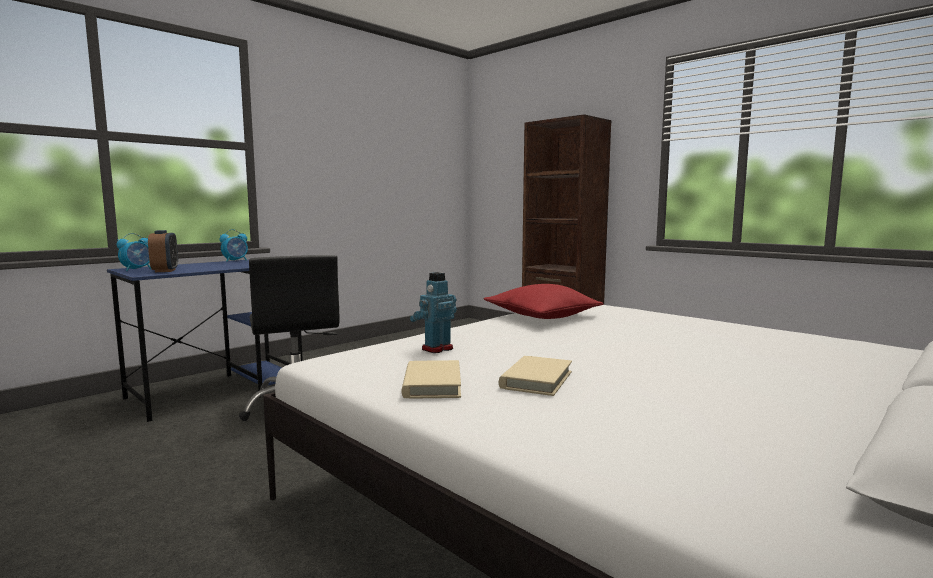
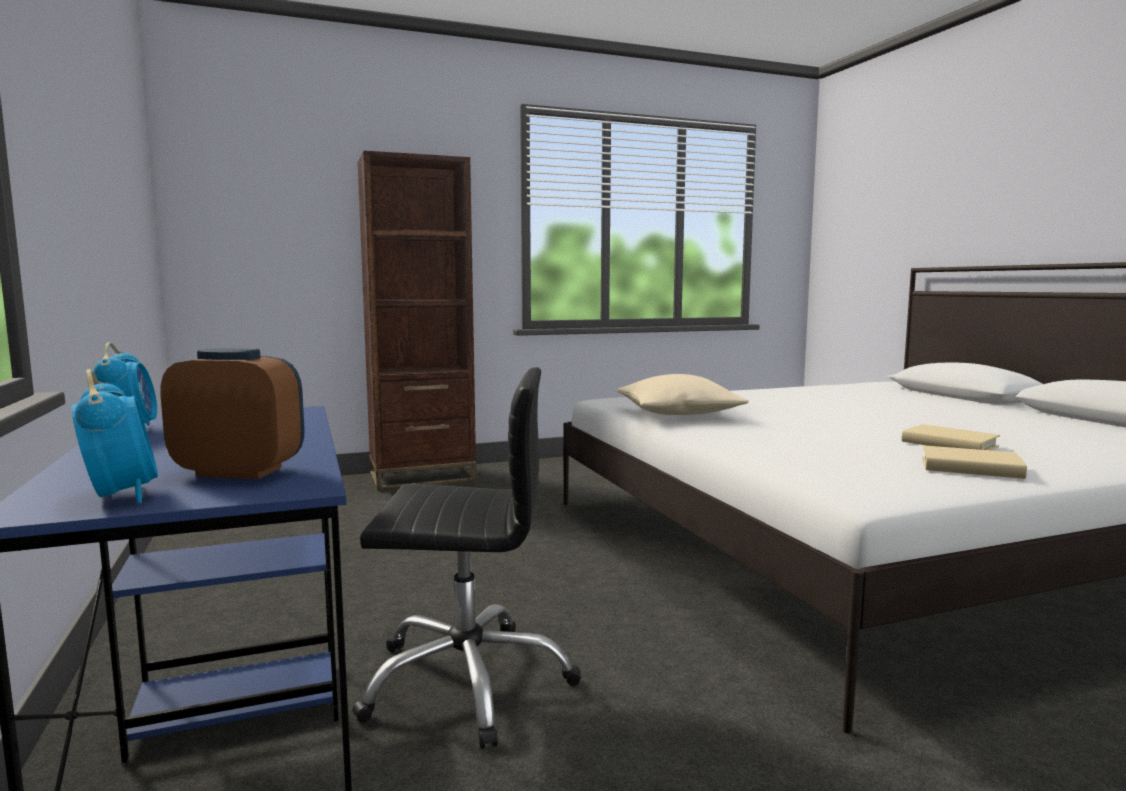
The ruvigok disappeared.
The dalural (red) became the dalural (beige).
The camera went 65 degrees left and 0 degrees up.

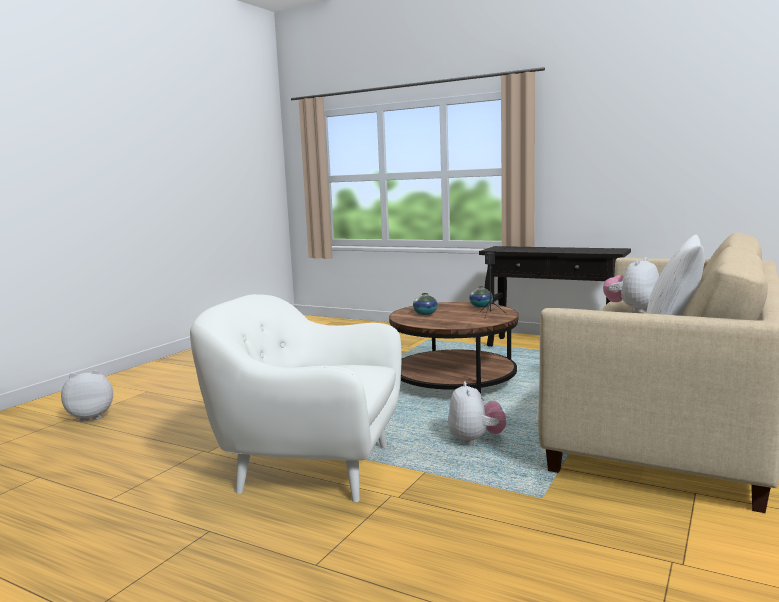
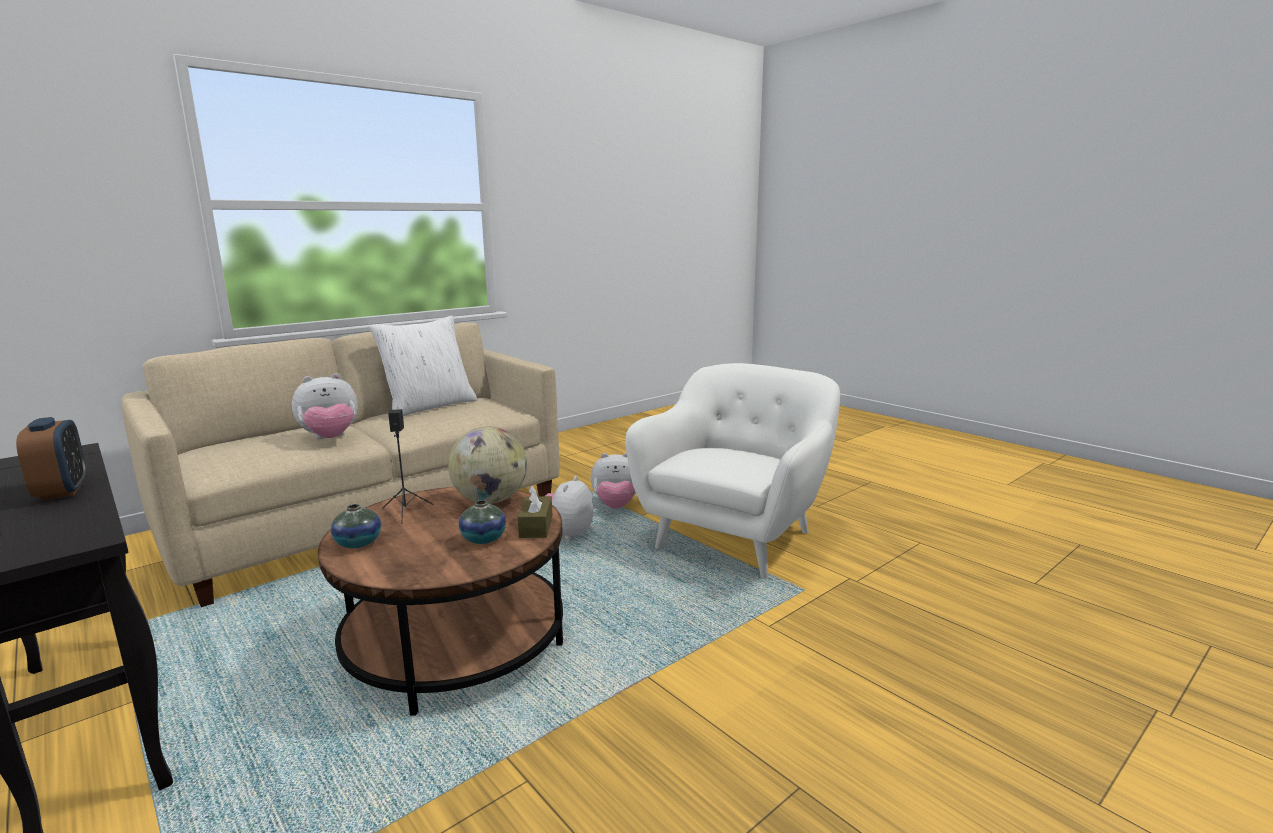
The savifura (no. 1 from left in the first image) moved.
The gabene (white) turned 90 degrees counterclockwise.
The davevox appeared.
The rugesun appeared.
The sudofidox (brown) appeared.
The camera went 160 degrees left and 5 degrees up.

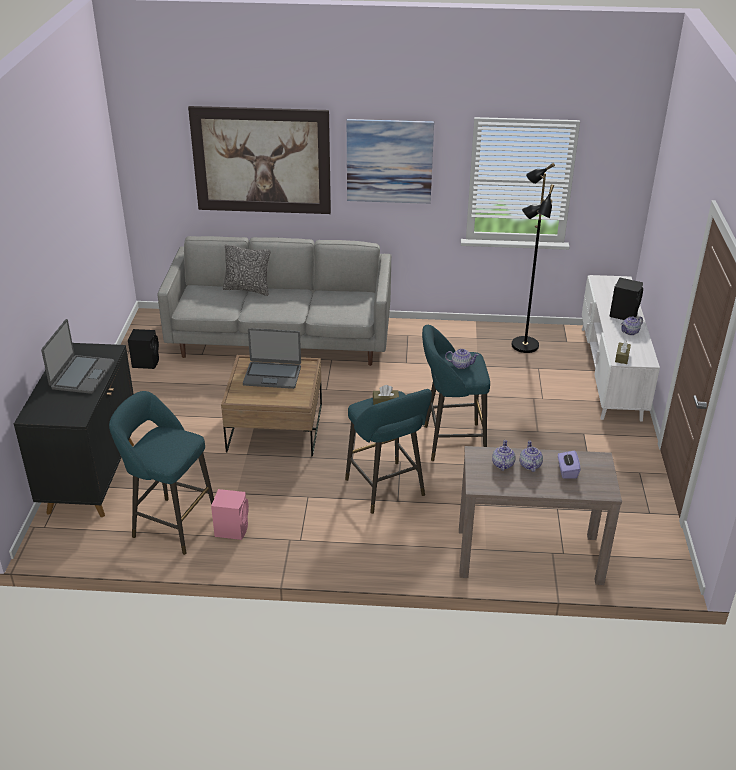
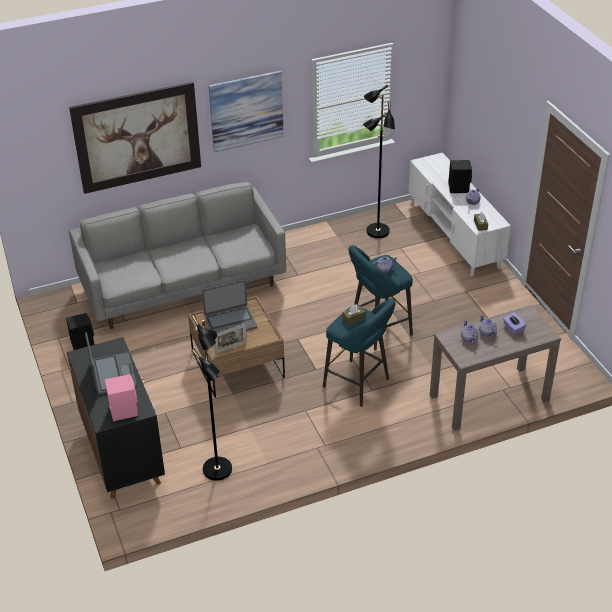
The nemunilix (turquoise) (no. 1 from left) was replaced by the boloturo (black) (no. 1 from left).
The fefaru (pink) moved.
The dalural disappeared.
The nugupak appeared.
The camera went 25 degrees left and 5 degrees up.

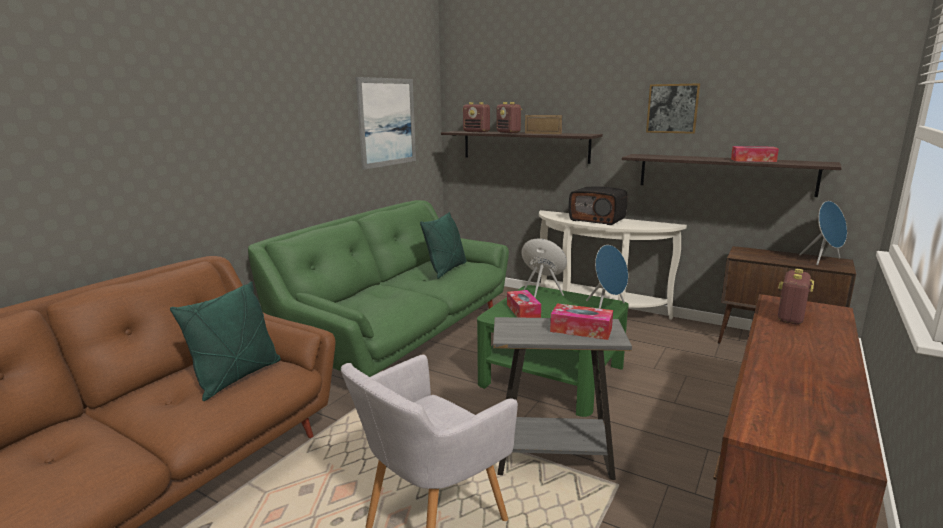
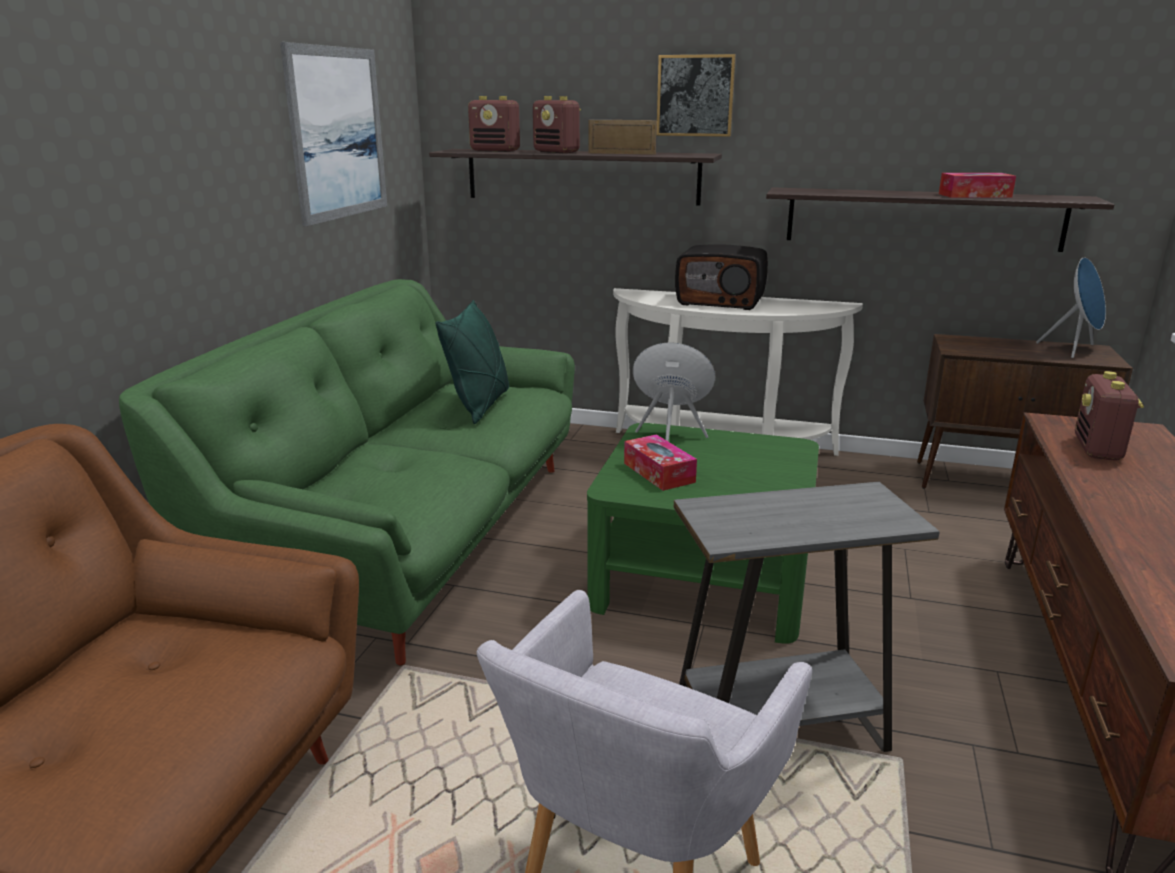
The dalural (green) (no. 1 from left) disappeared.
The sudofidox (no. 2 from left) disappeared.
The fefaru (blue) (no. 2 from left) disappeared.
The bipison (no. 2 from left) moved.
The camera went 15 degrees left and 5 degrees up.

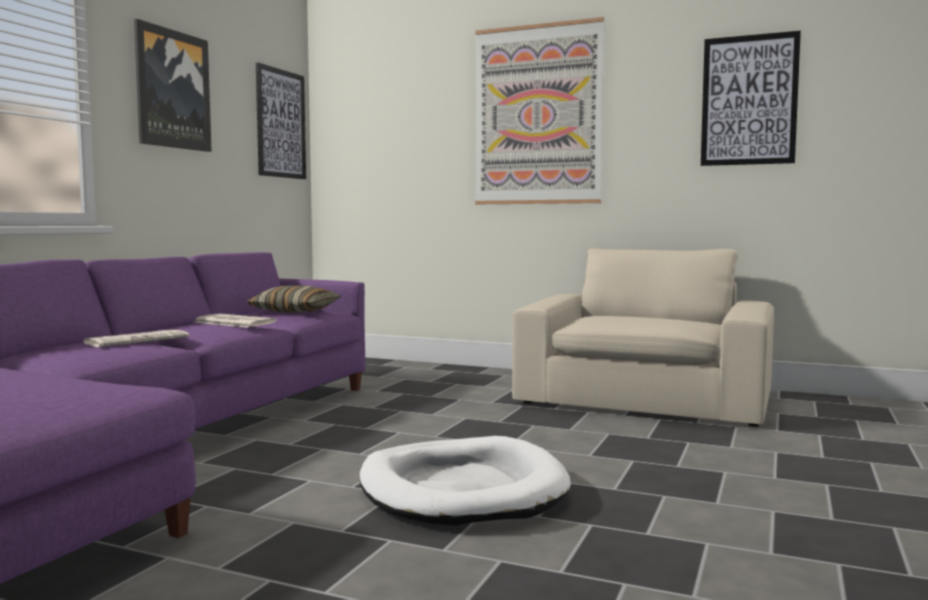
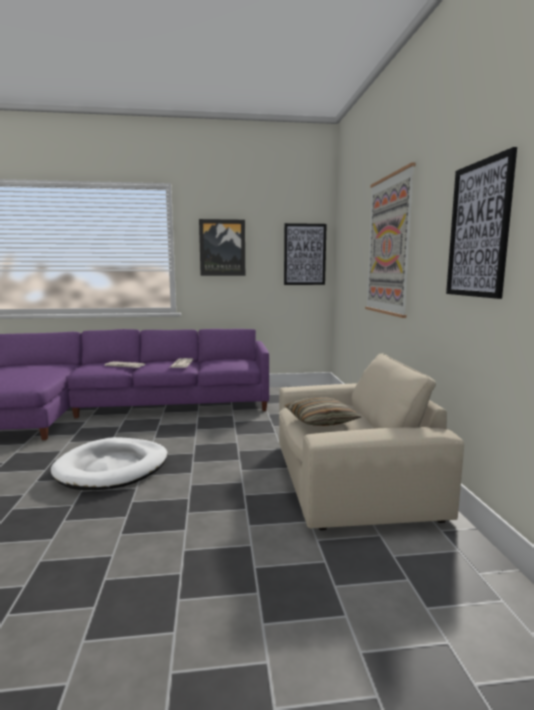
The dalural moved.
The camera went 60 degrees right and 5 degrees up.

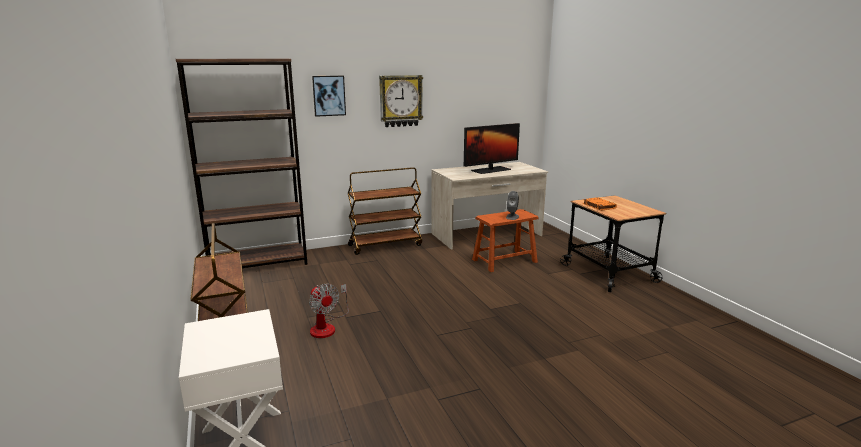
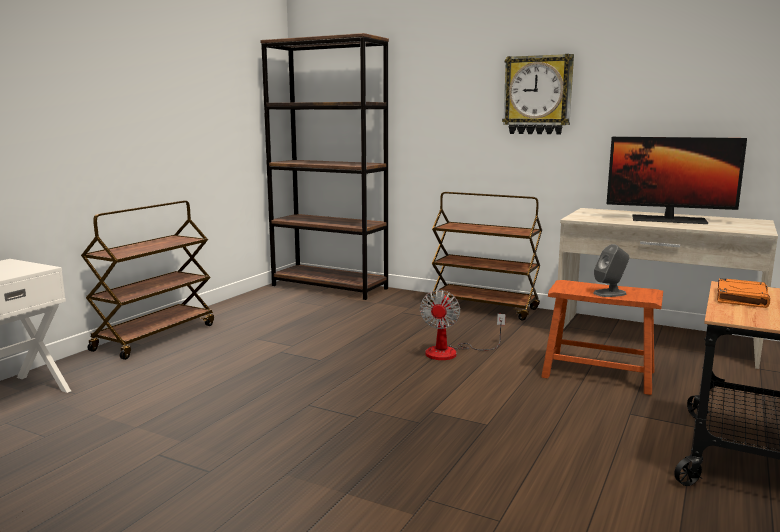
The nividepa moved.
The bipison disappeared.
The camera went 50 degrees right and 5 degrees down.

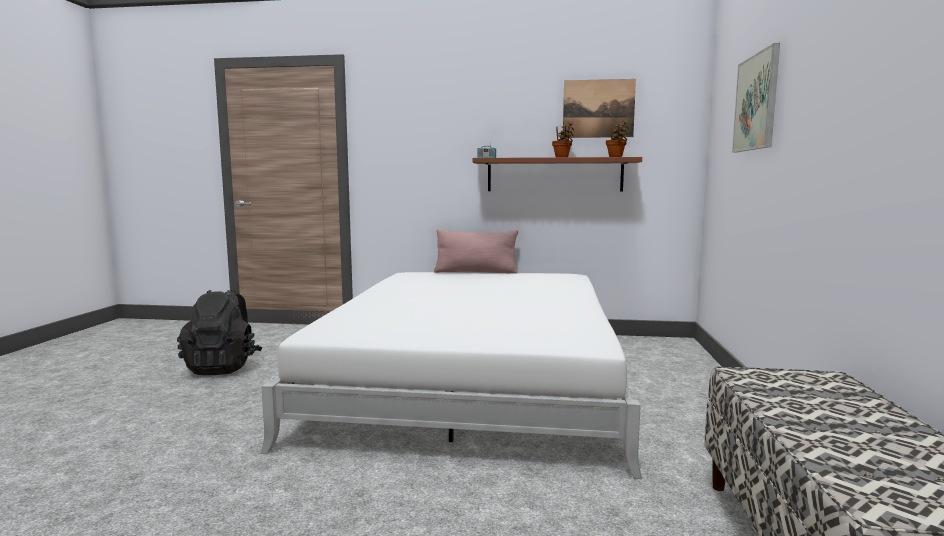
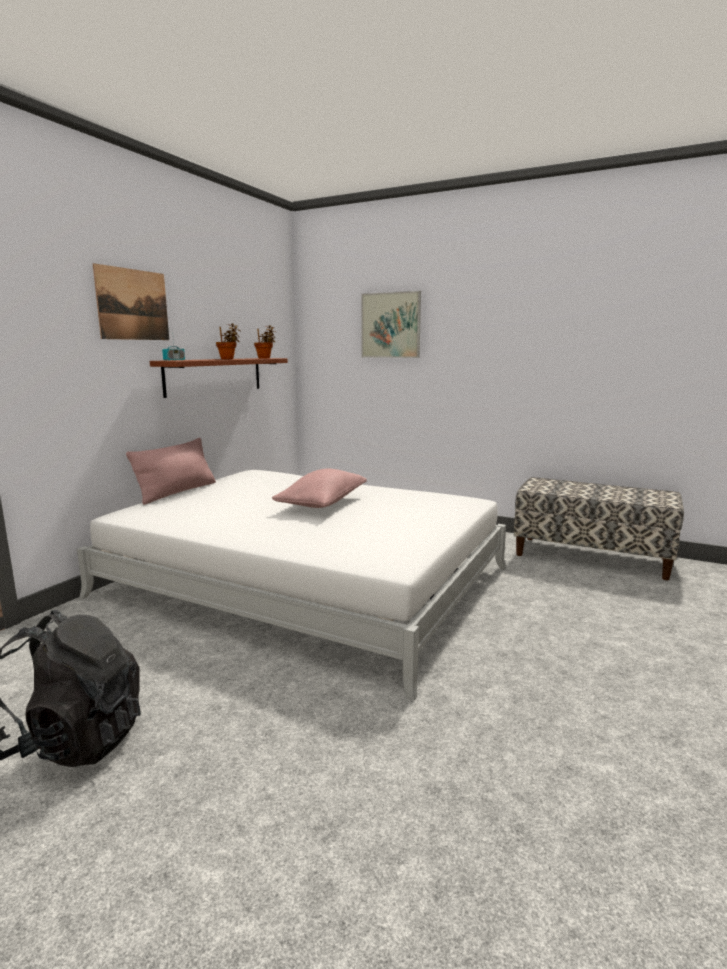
The bipison (no. 1 from left) moved.
The dalural (pink) (no. 2 from left) appeared.
The camera went 70 degrees left and 5 degrees up.

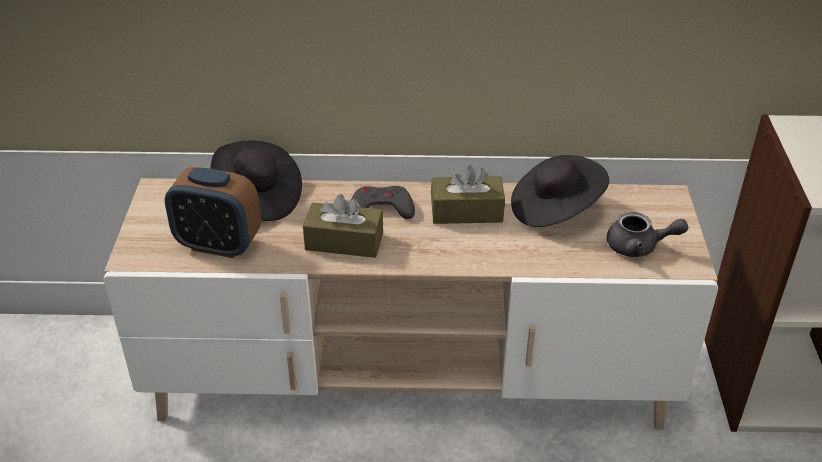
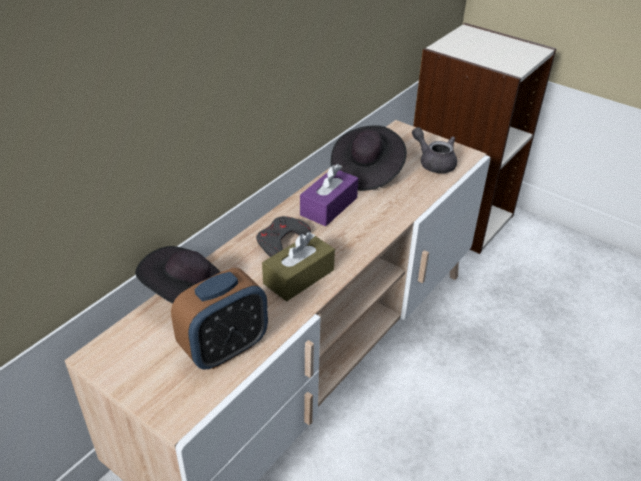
The sudofidox (brown) (no. 2 from left) became the sudofidox (purple).
The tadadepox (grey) turned 90 degrees counterclockwise.
The camera went 55 degrees left and 0 degrees up.

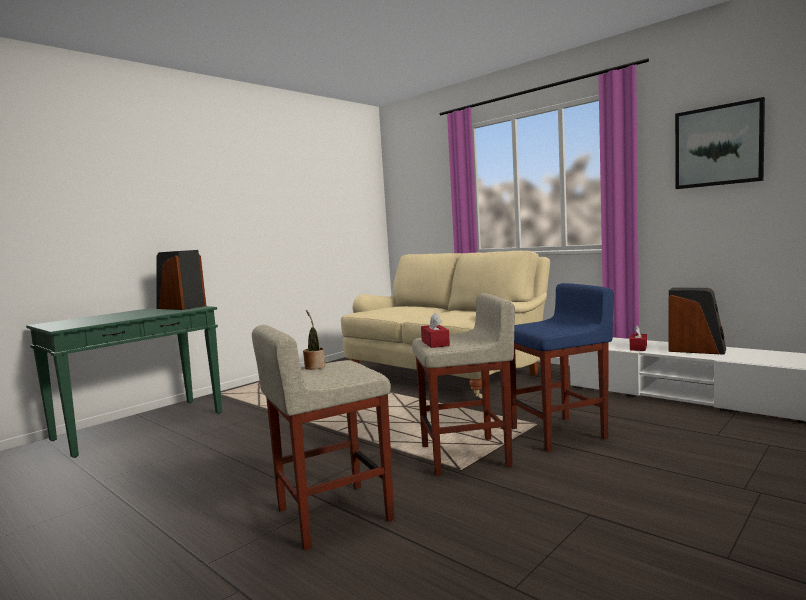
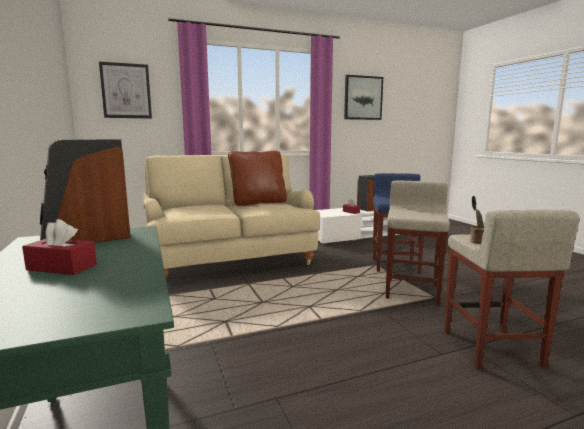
The sudofidox (red) (no. 1 from left) moved.
The bipison (no. 1 from left) appeared.
The dalural (brown) appeared.
The camera went 65 degrees left and 5 degrees up.

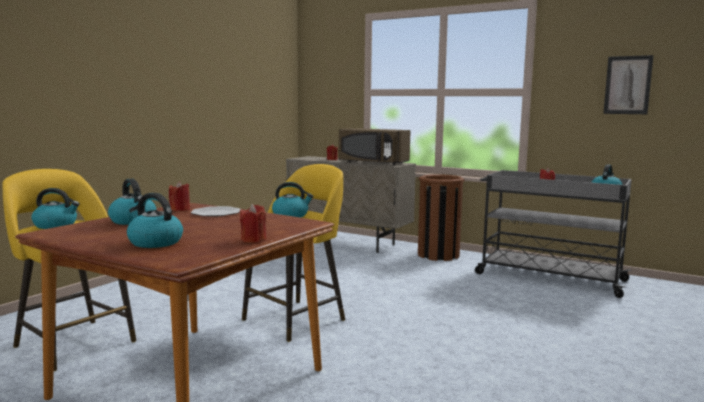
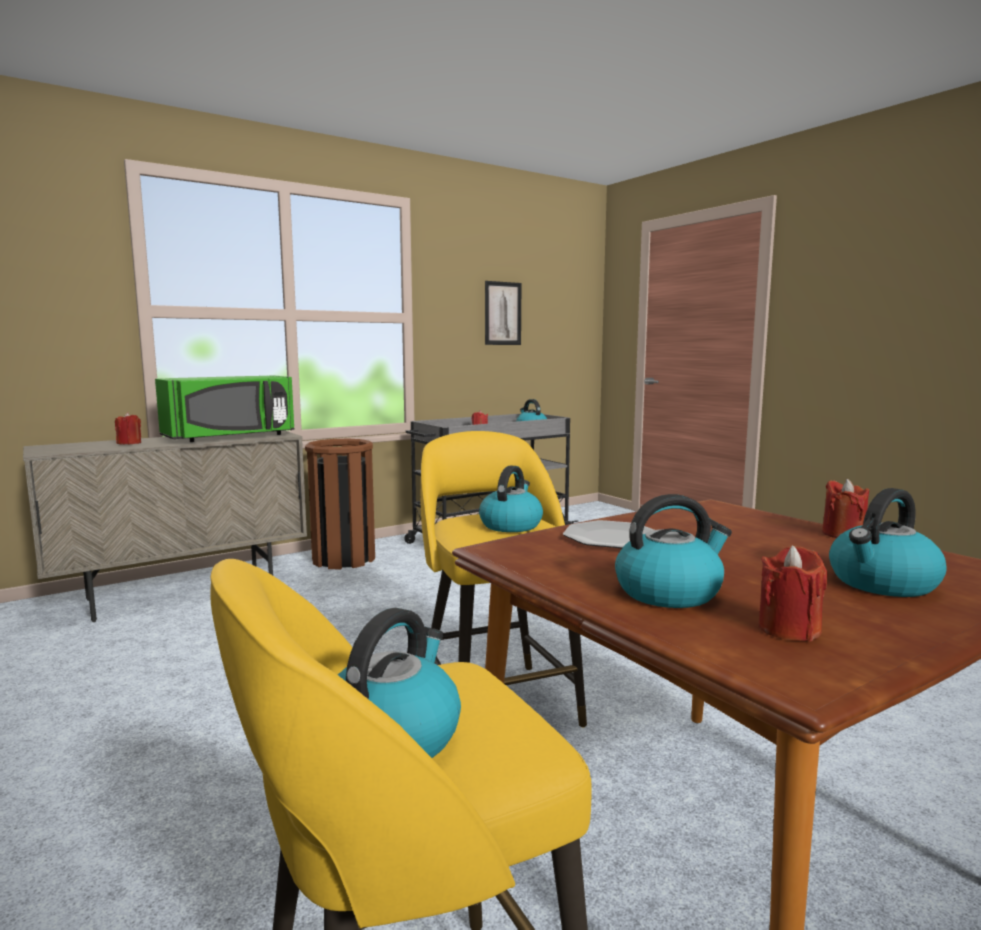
The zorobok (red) (no. 1 from left in the first image) moved.
The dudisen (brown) became the dudisen (green).
The camera went 65 degrees left and 0 degrees up.

